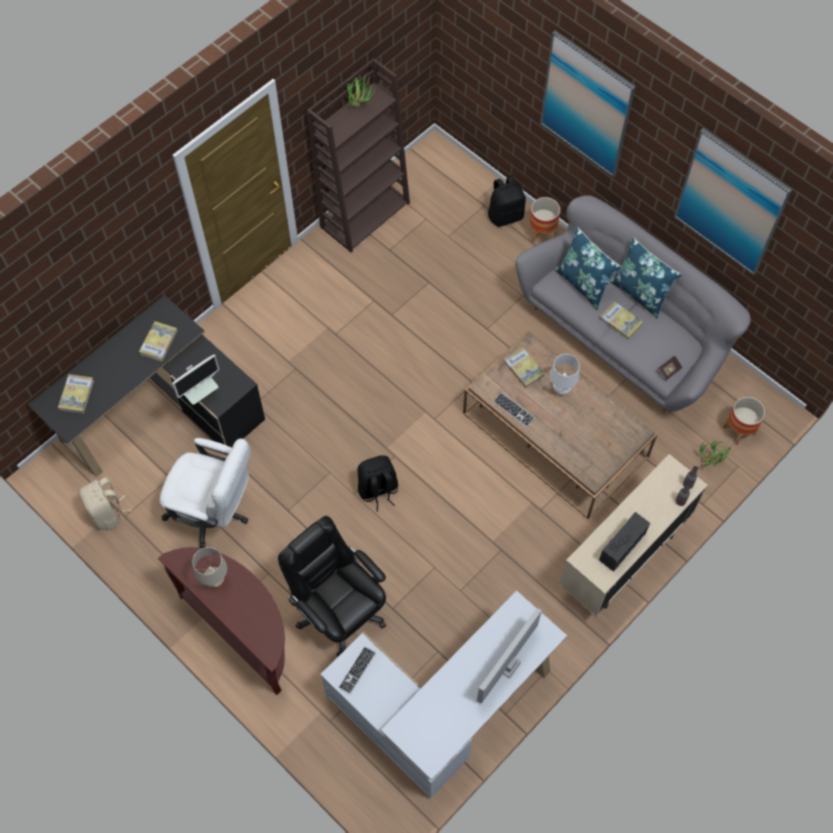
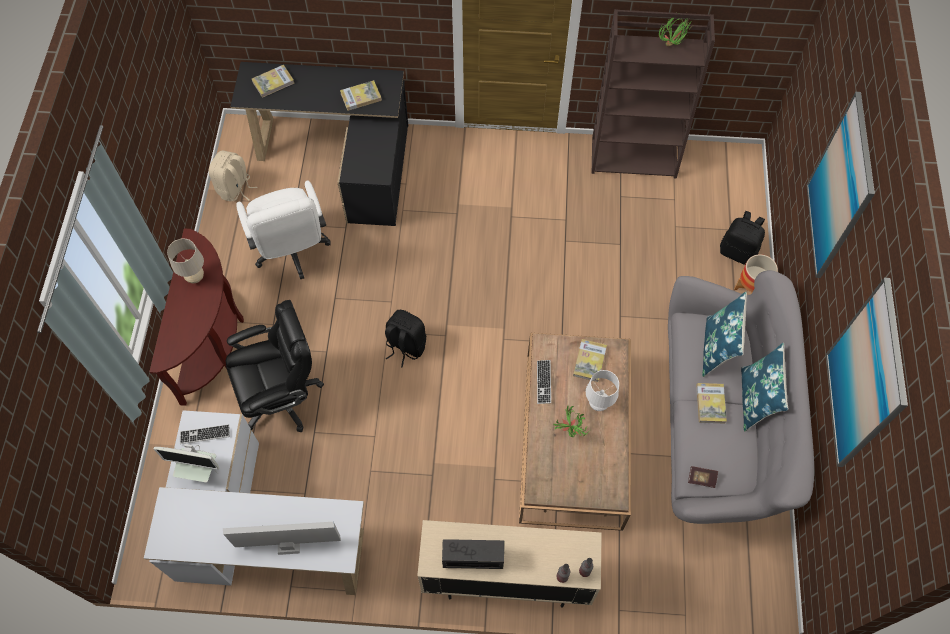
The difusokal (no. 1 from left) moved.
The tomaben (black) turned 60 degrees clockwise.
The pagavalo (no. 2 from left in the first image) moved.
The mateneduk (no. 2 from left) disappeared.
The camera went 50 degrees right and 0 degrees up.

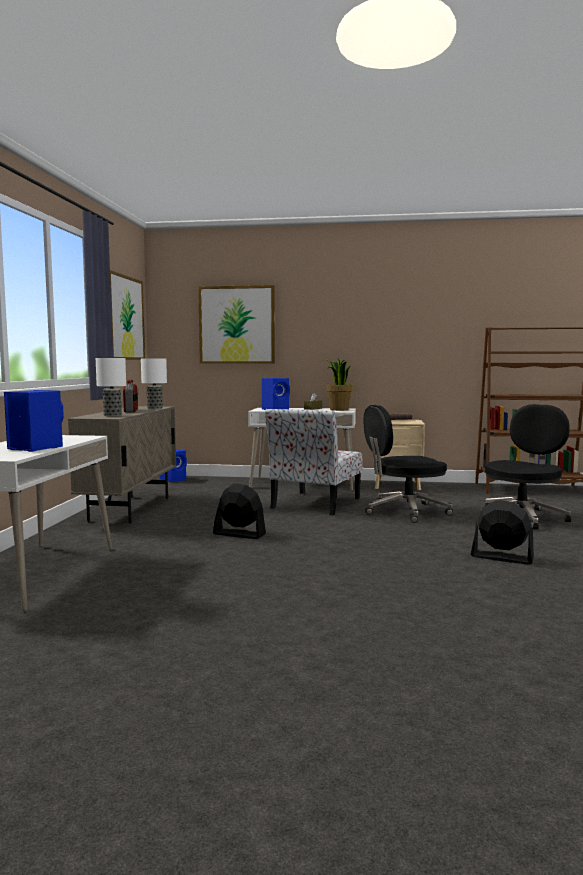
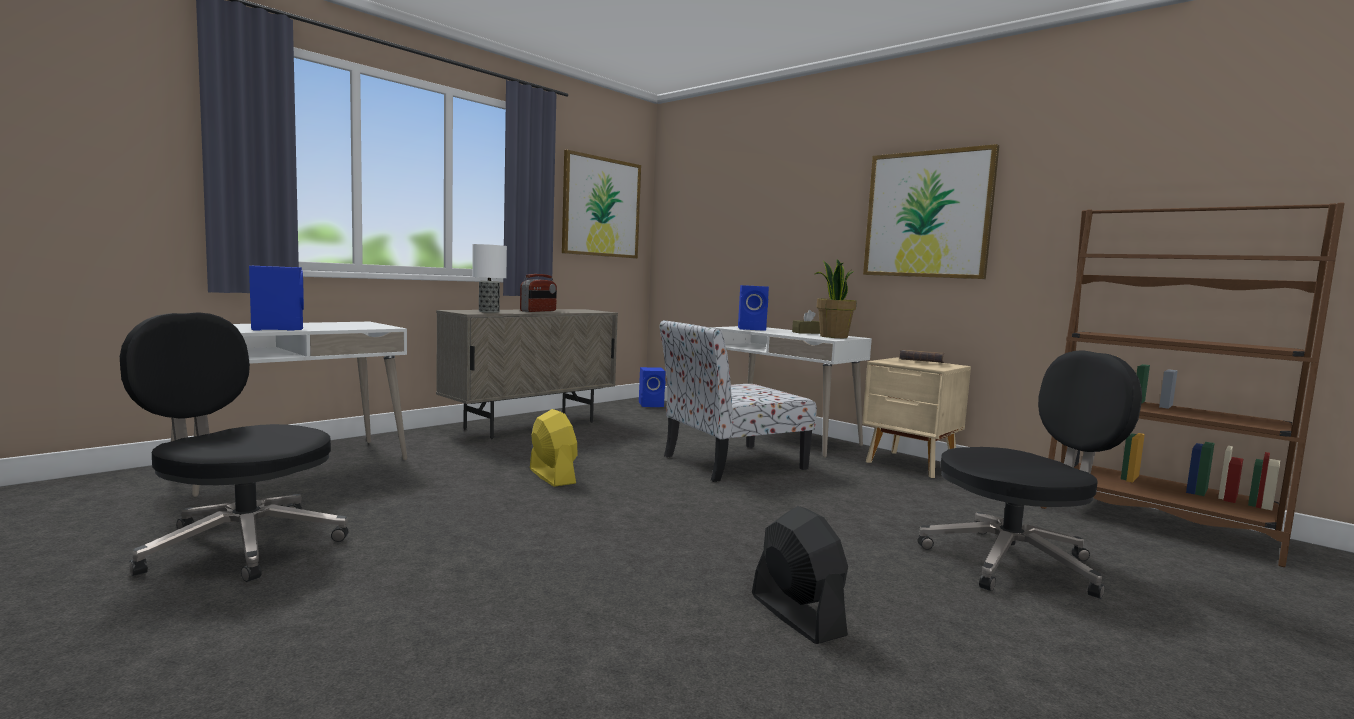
The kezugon (no. 2 from left) disappeared.
The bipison (no. 2 from left) moved.
The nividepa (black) (no. 1 from left) became the nividepa (yellow).
The tomaben (black) (no. 1 from left) moved.
The camera went 35 degrees right and 0 degrees up.

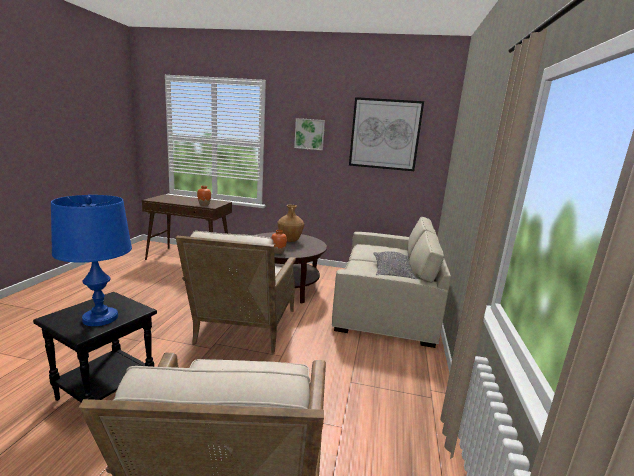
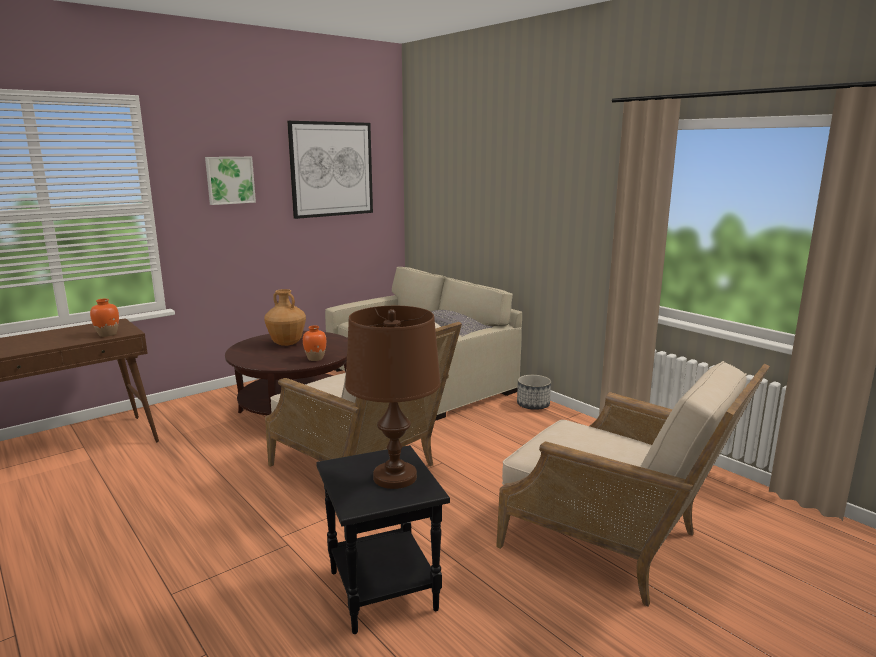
The kezugon (blue) became the kezugon (brown).
The mateneduk appeared.
The camera went 50 degrees left and 0 degrees up.

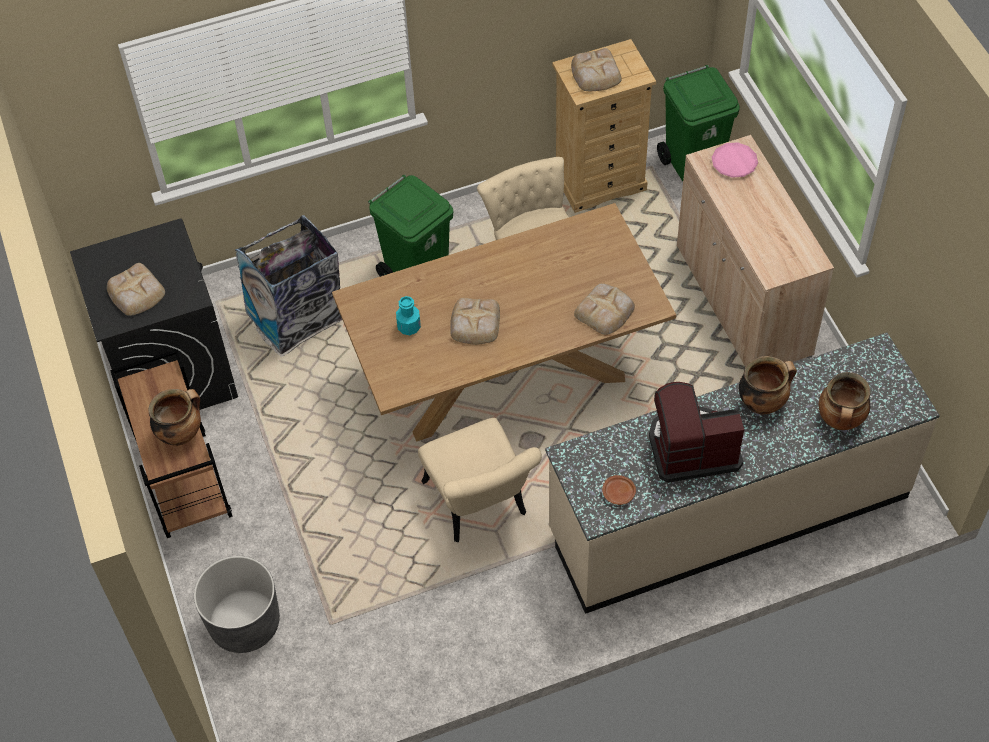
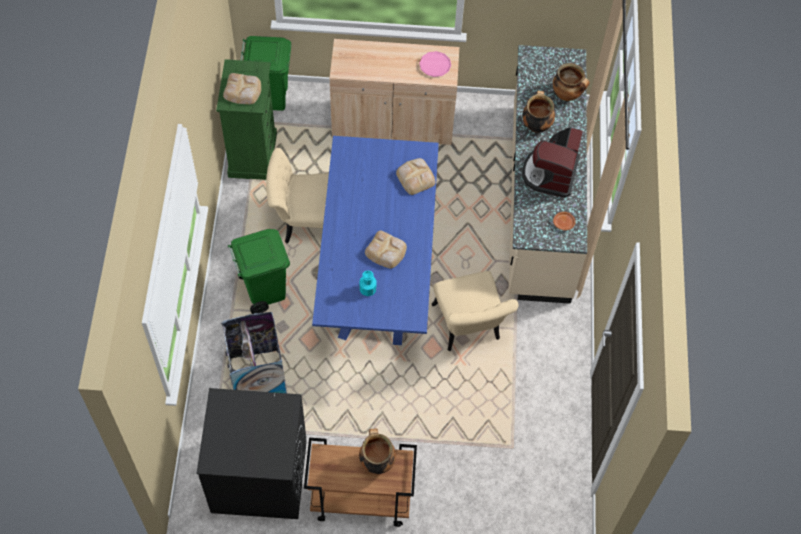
The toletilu (no. 1 from left) disappeared.
The mateneduk (grey) disappeared.
The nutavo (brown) became the nutavo (blue).
The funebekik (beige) (no. 1 from left in the first image) turned 75 degrees clockwise.
The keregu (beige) became the keregu (green).
The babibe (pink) moved.
The camera went 70 degrees left and 5 degrees up.

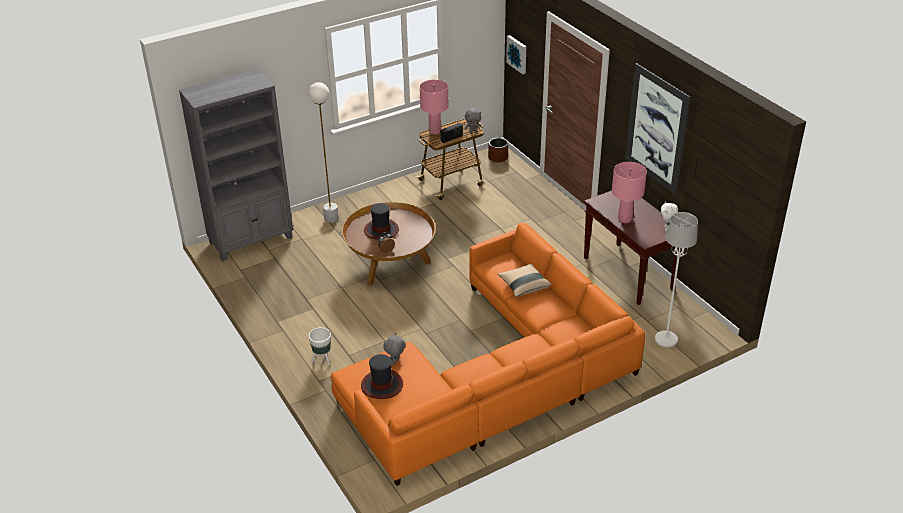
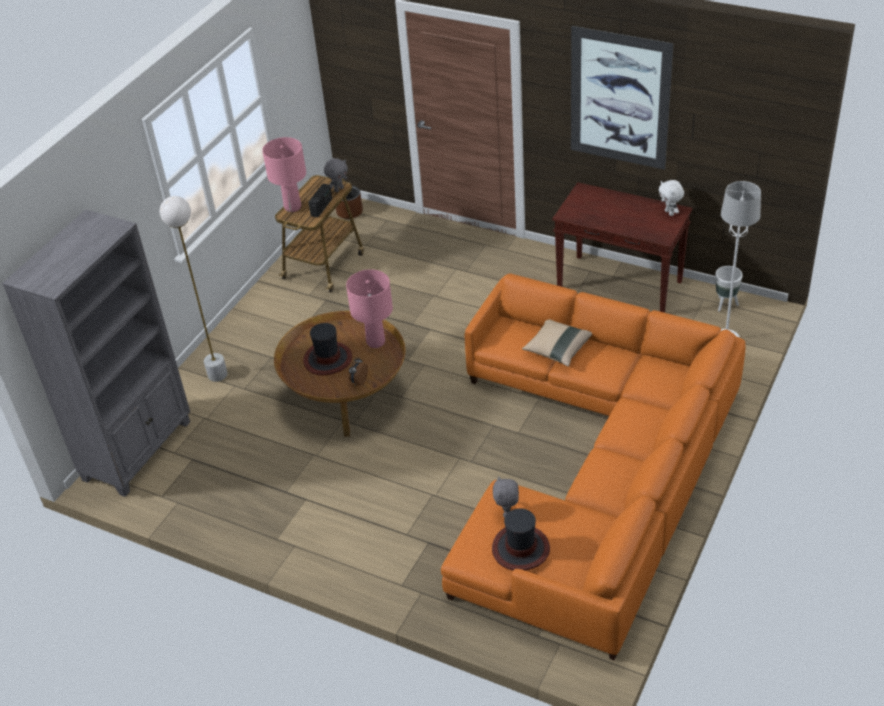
The mateneduk (white) moved.
The bipison (no. 1 from left) disappeared.
The kezugon (pink) (no. 2 from left) moved.
The camera went 30 degrees left and 5 degrees up.

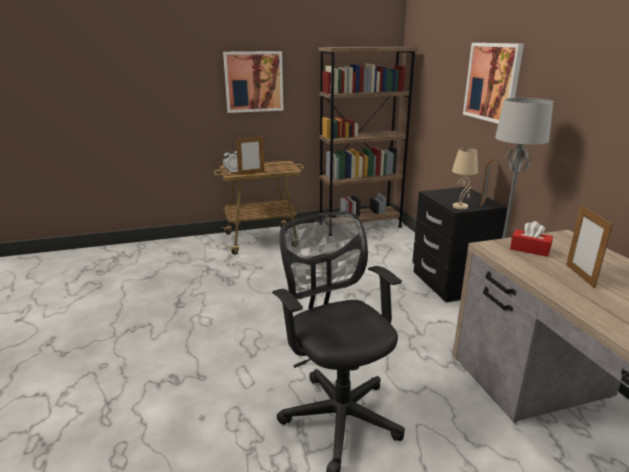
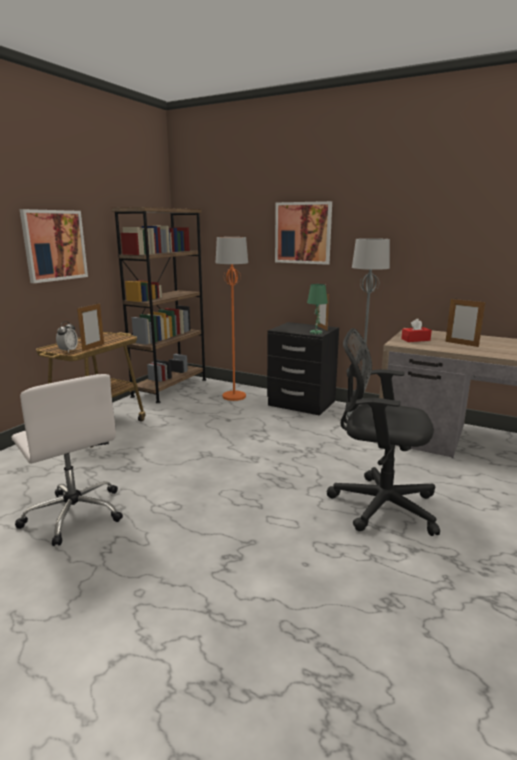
The kezugon (beige) became the kezugon (green).
The tomaben (white) appeared.
The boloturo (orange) appeared.
The camera went 45 degrees left and 5 degrees down.

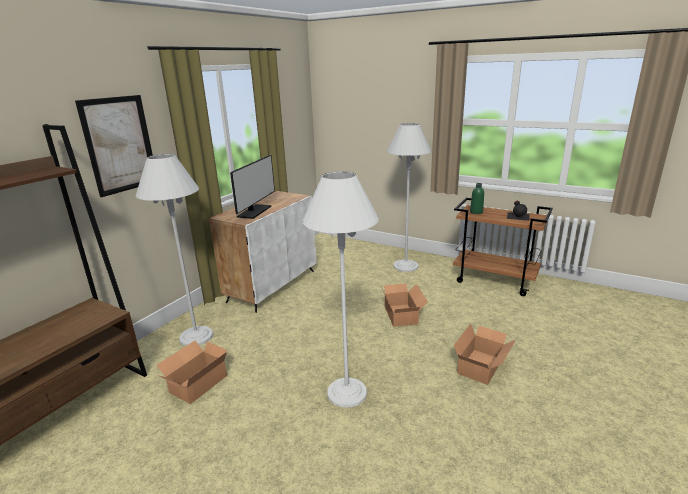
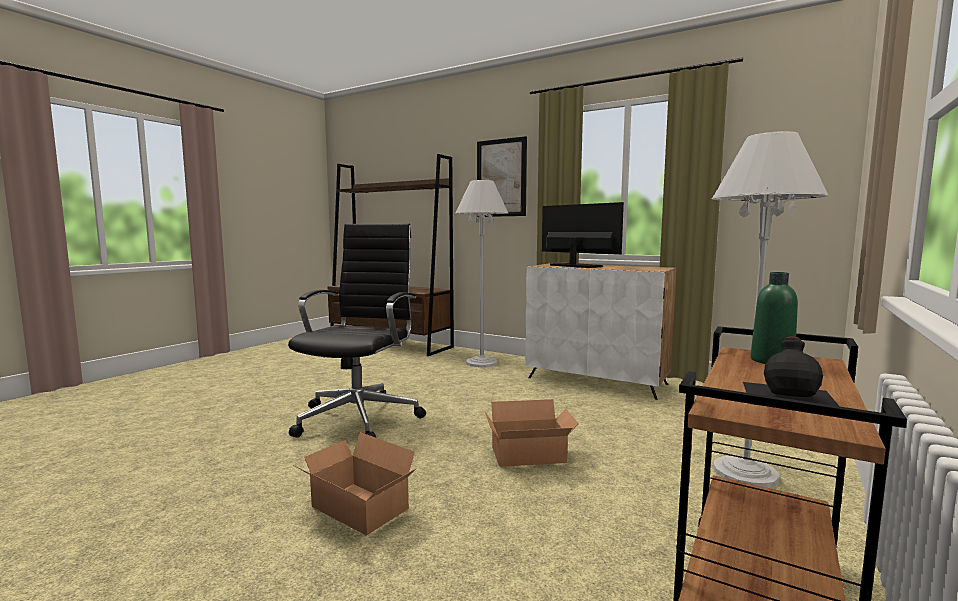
The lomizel (no. 1 from left) disappeared.
The difusokal turned 150 degrees counterclockwise.
The boloturo (white) (no. 2 from left) was replaced by the tomaben (black).
The camera went 90 degrees right and 15 degrees down.

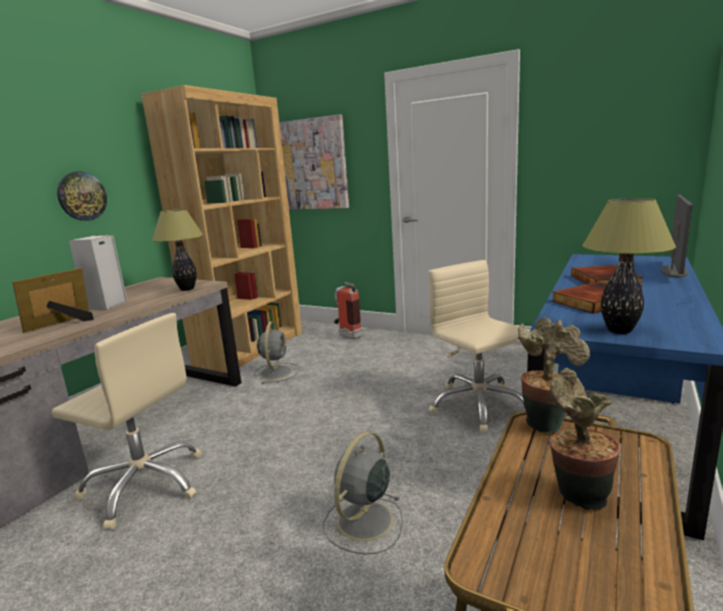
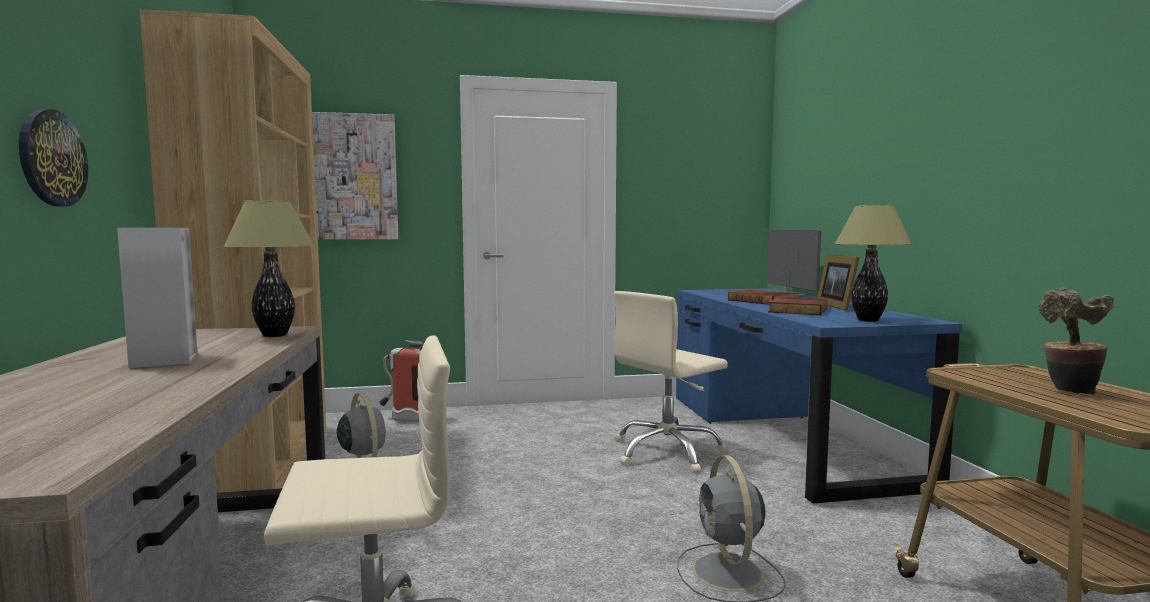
The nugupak moved.
The tomaben (beige) (no. 2 from left) turned 60 degrees counterclockwise.
The pagavalo (no. 1 from left) disappeared.
The camera went 40 degrees left and 10 degrees down.

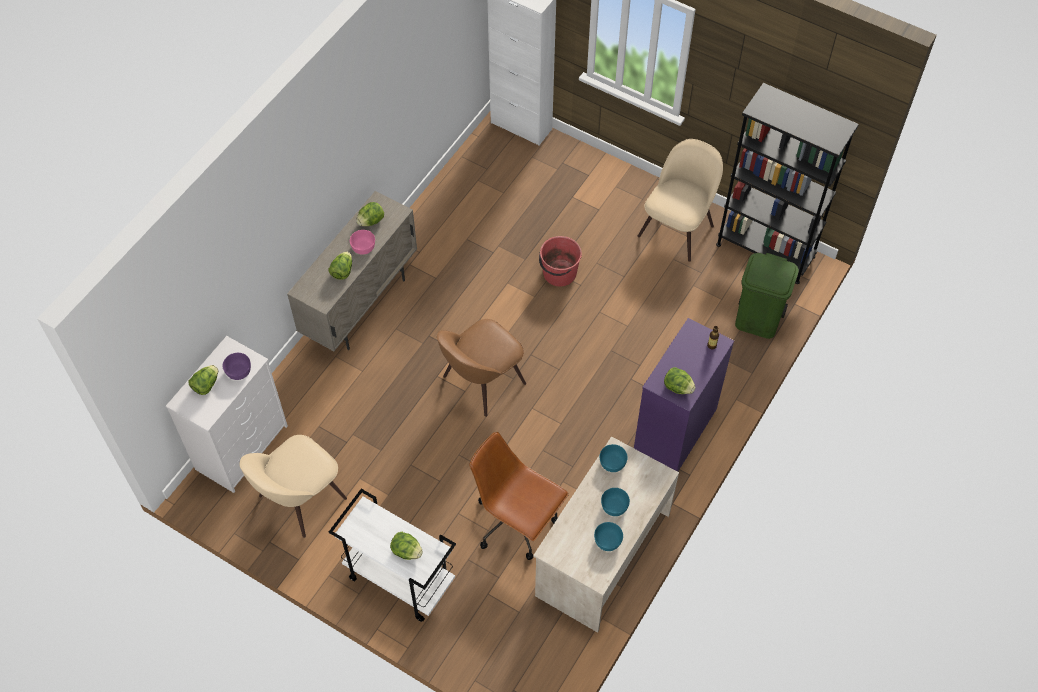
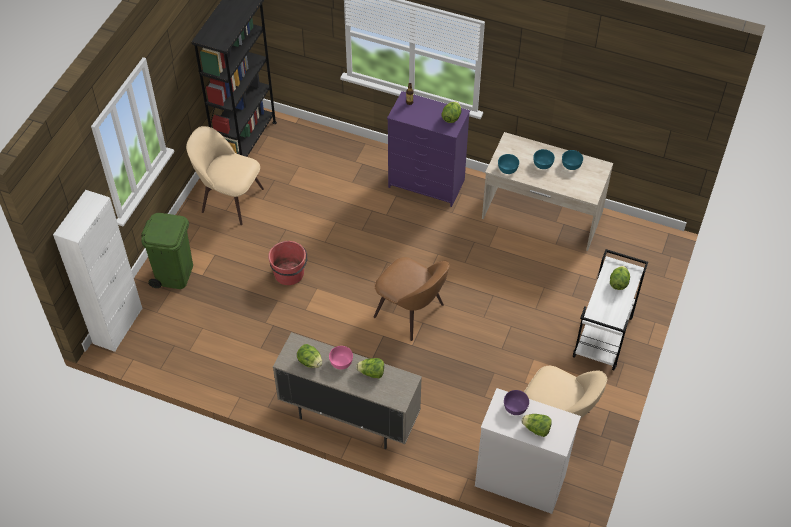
The tomaben (brown) disappeared.
The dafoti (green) moved.
The camera went 100 degrees left and 5 degrees down.

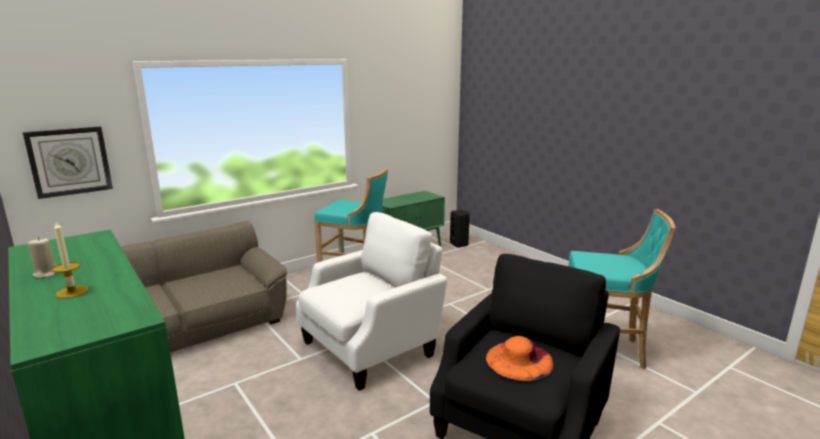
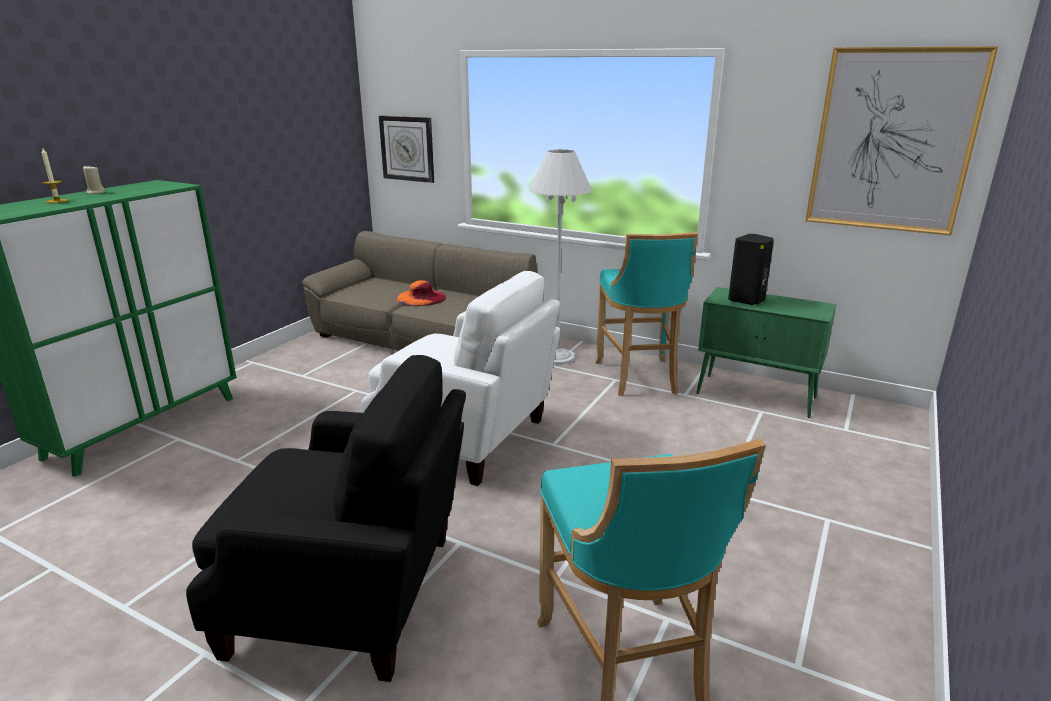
The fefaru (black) moved.
The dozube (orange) moved.
The boloturo (white) appeared.
The bipison appeared.
The camera went 65 degrees right and 5 degrees up.

